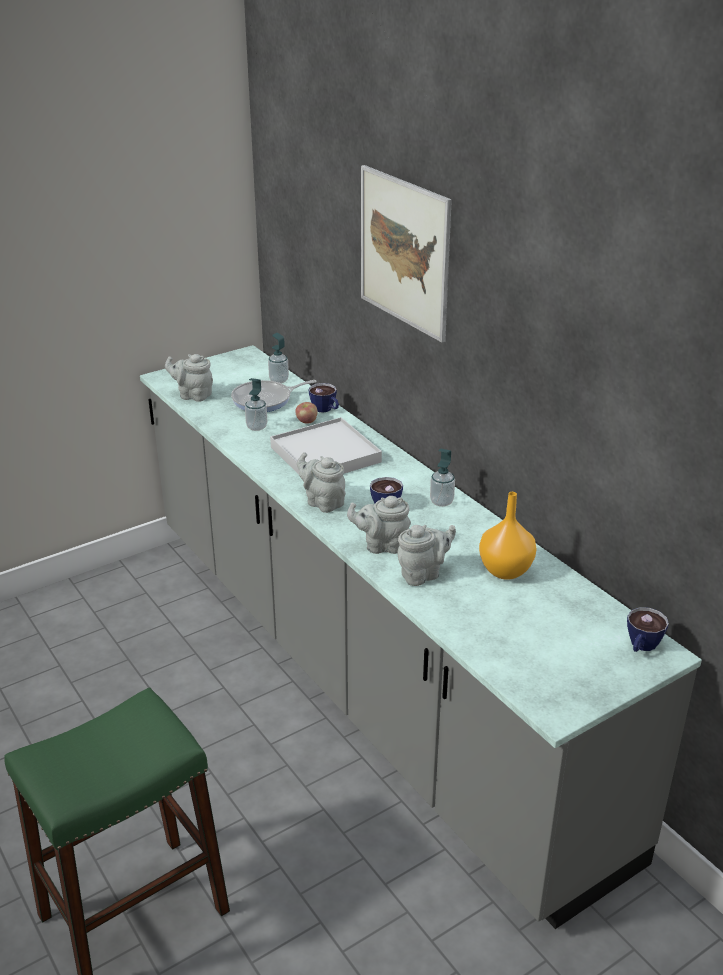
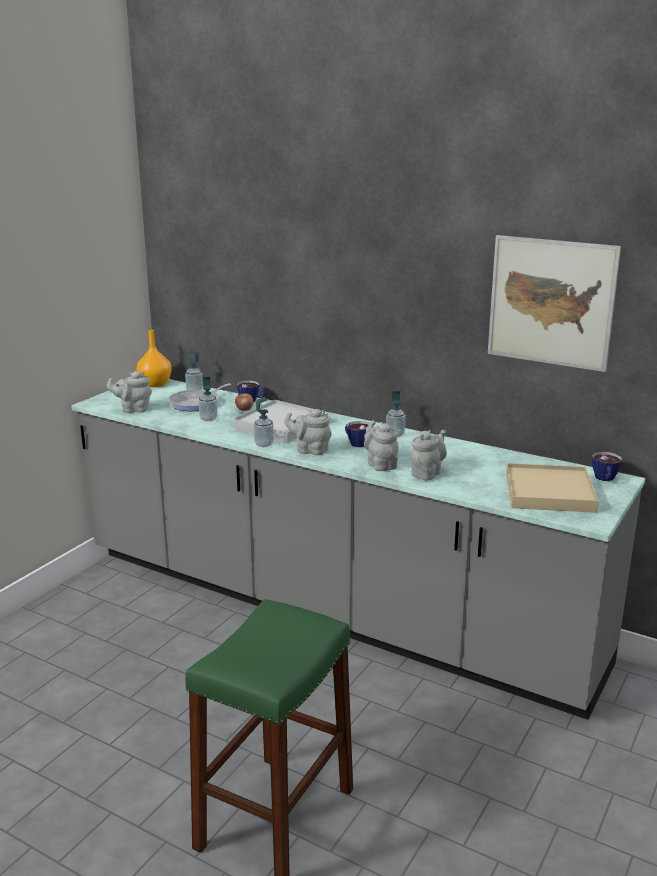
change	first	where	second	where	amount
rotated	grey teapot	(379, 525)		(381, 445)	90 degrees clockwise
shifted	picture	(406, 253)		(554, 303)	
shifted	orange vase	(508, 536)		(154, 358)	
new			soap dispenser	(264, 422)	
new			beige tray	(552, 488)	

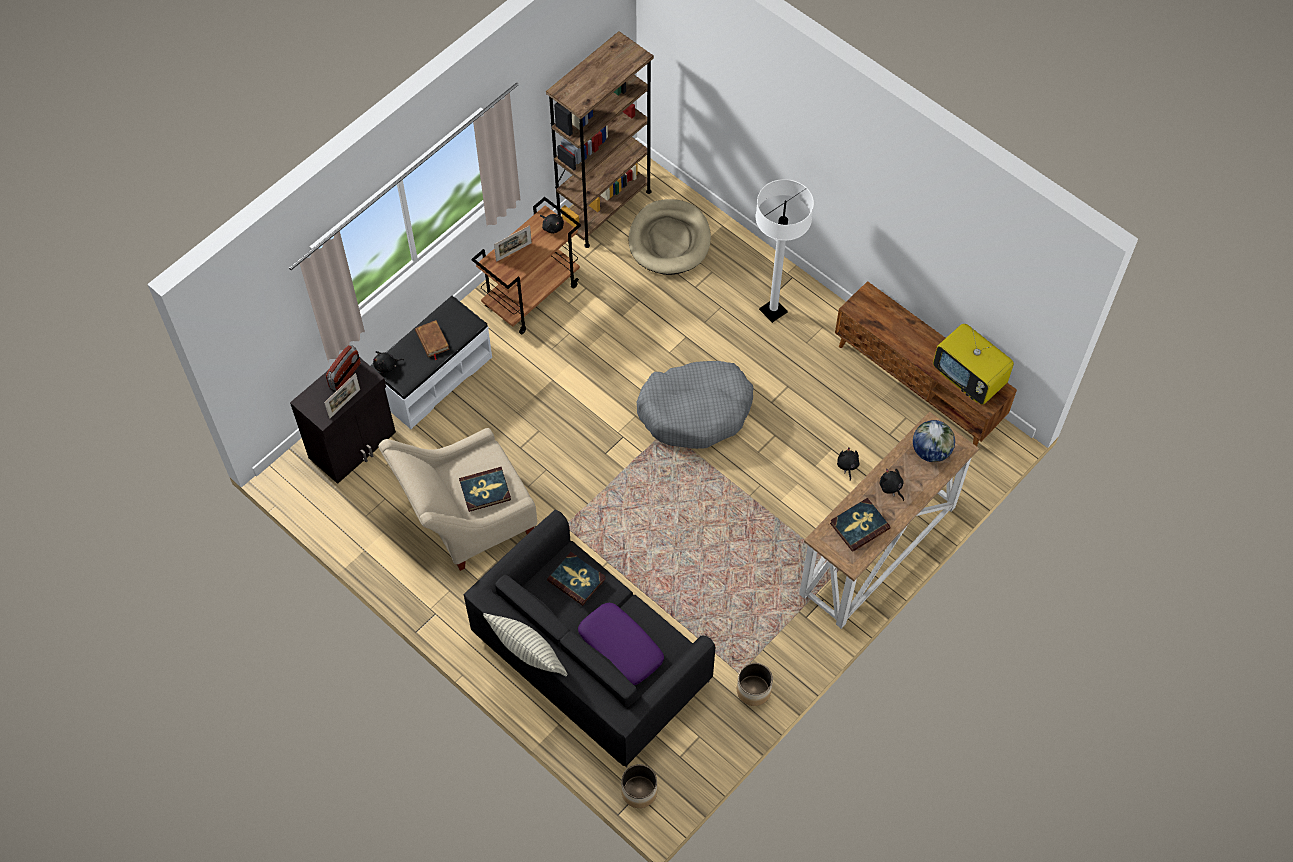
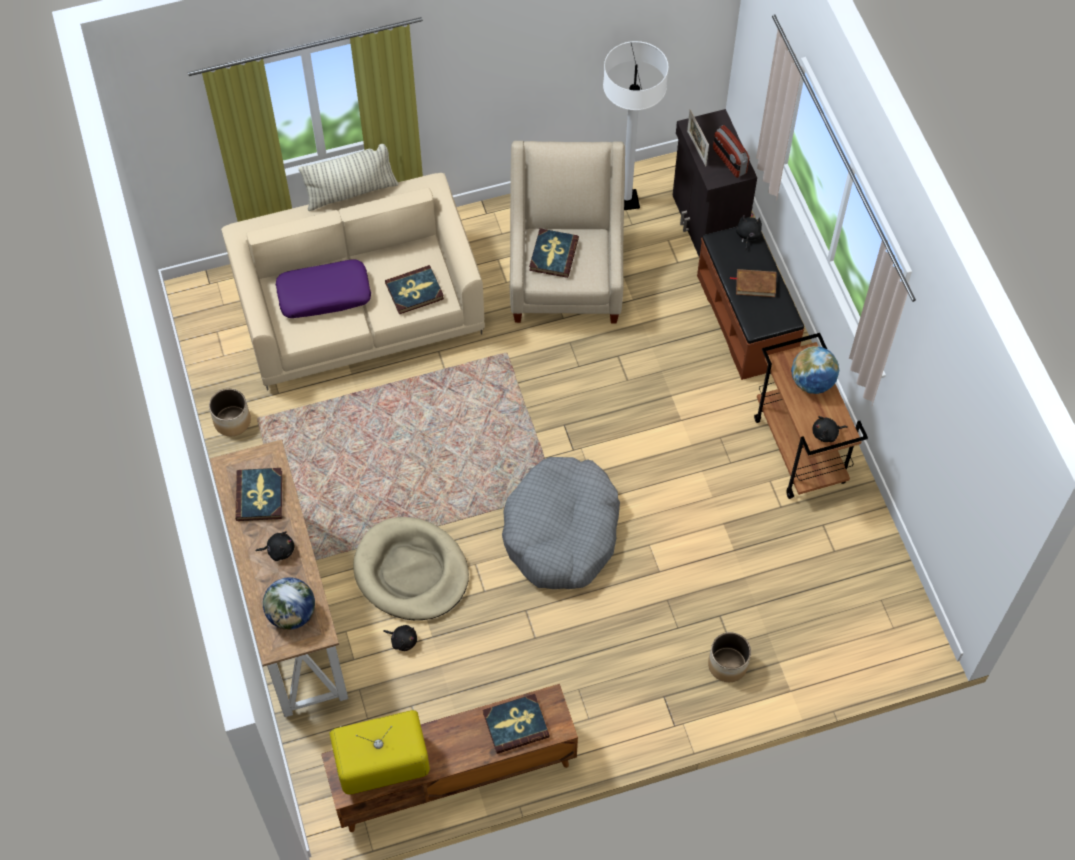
change	first	where	second	where	amount
repainted	white bench	(431, 362)	brown bench	(750, 303)	
repainted	black sofa	(589, 638)	beige sofa	(353, 281)	
swapped	picture frame	(513, 243)	globe	(815, 370)	
gone	brown bookcase	(600, 139)			
shifted	planter	(639, 786)		(729, 657)	
shifted	beige dog bed	(670, 237)		(411, 568)	
shifted	white floor lamp	(785, 251)		(636, 125)	
new			book	(516, 724)	

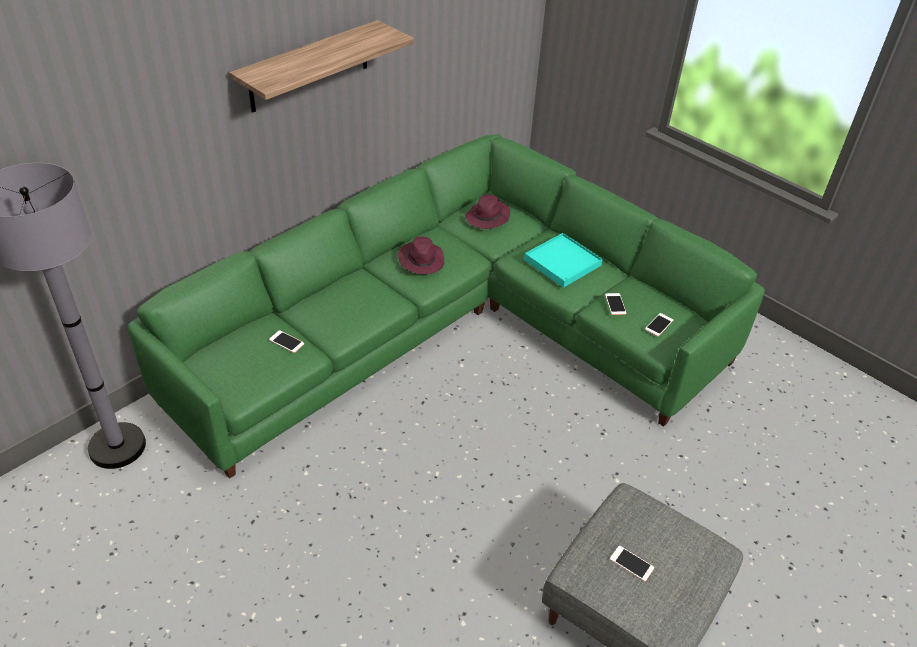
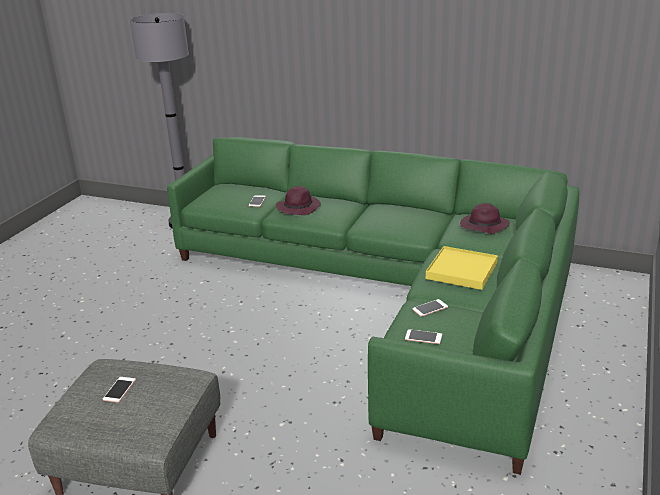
change	first	where	second	where	amount
gone	shelf	(322, 66)			
shifted	purple hat	(421, 255)		(298, 200)	
repainted	turquoise tray	(563, 260)	yellow tray	(462, 268)	

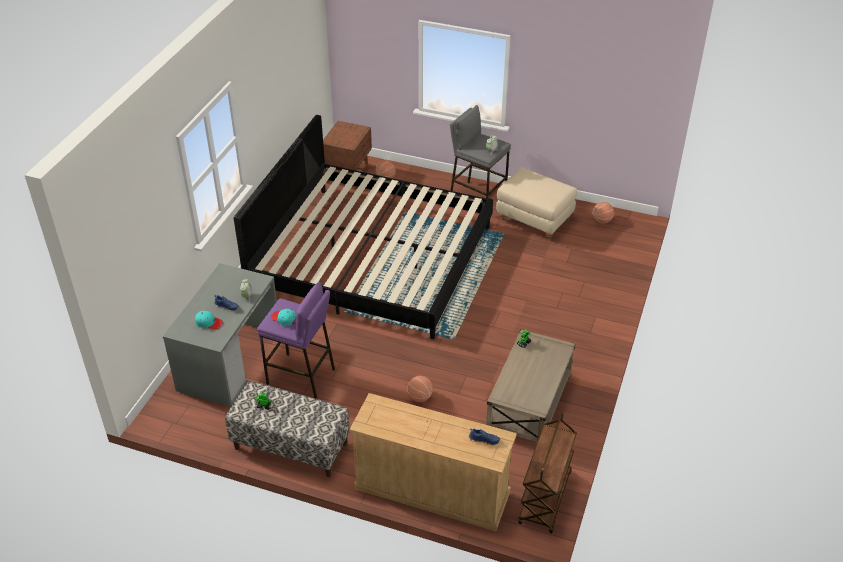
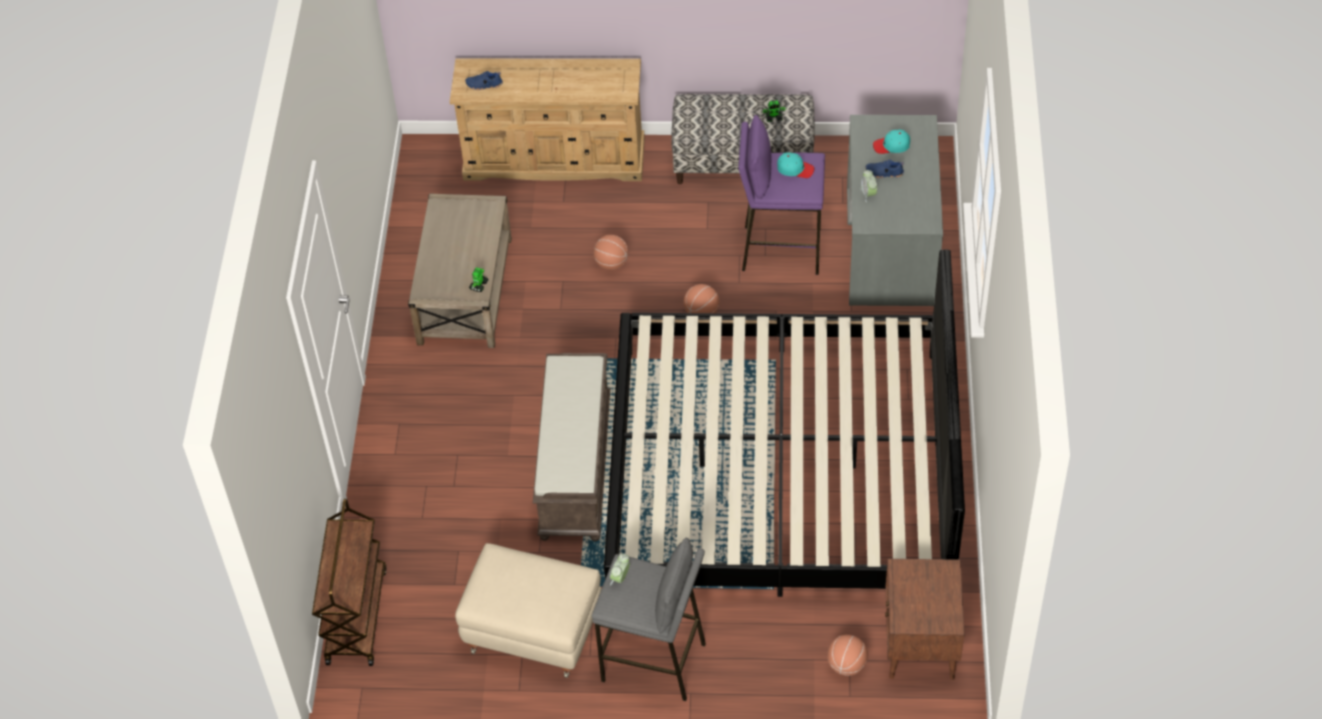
change	first	where	second	where	amount
shifted	brown cart	(547, 472)		(349, 582)	
shifted	basketball	(603, 212)		(701, 298)	
new			brown bench	(571, 447)	

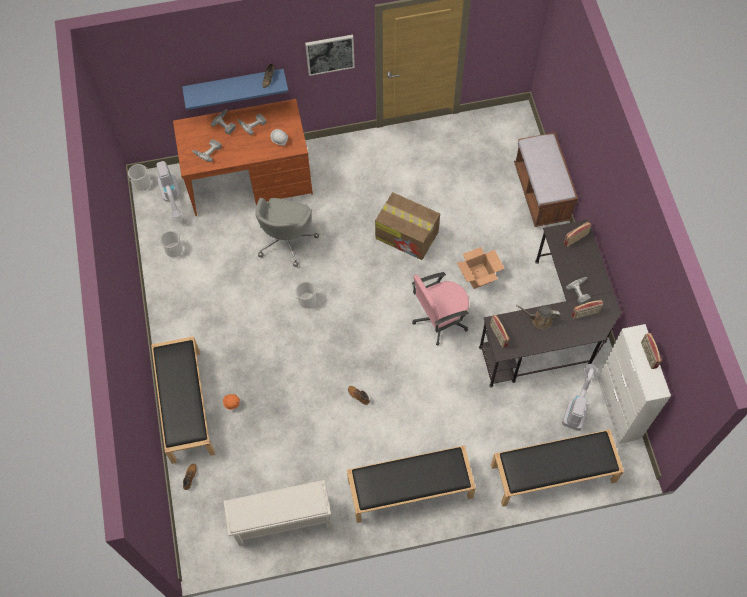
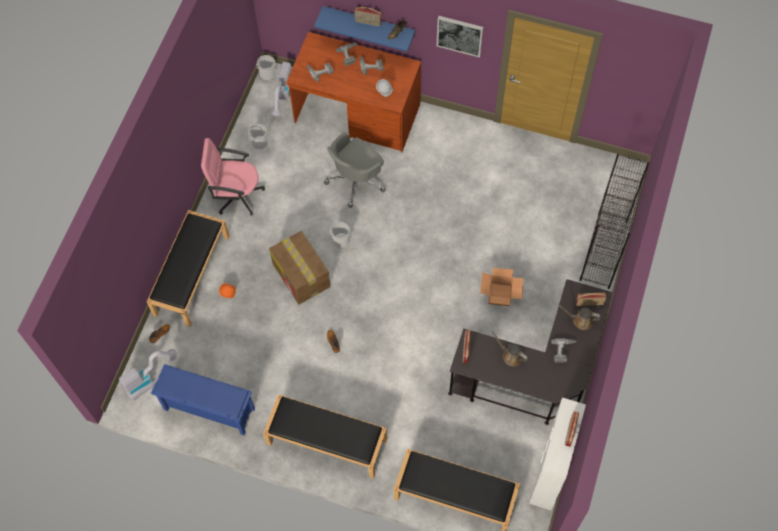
change	first	where	second	where	amount
repainted	white shoe rack	(277, 513)	blue shoe rack	(203, 399)	
shifted	cardboard box	(407, 226)		(299, 268)	
shifted	pink office chair	(440, 308)		(233, 176)	
swapped	brown bench	(546, 179)	black bookcase	(615, 221)	
shifted	vacuum cleaner	(579, 397)		(148, 375)	
shifted	radio	(587, 309)		(368, 17)	
new			brown watering can	(579, 317)	

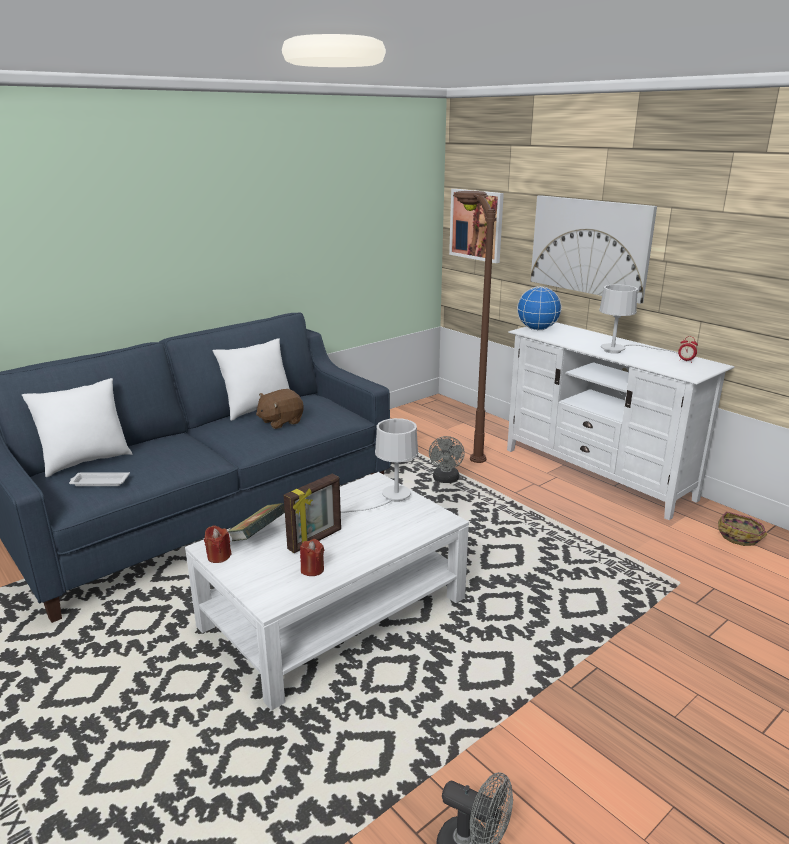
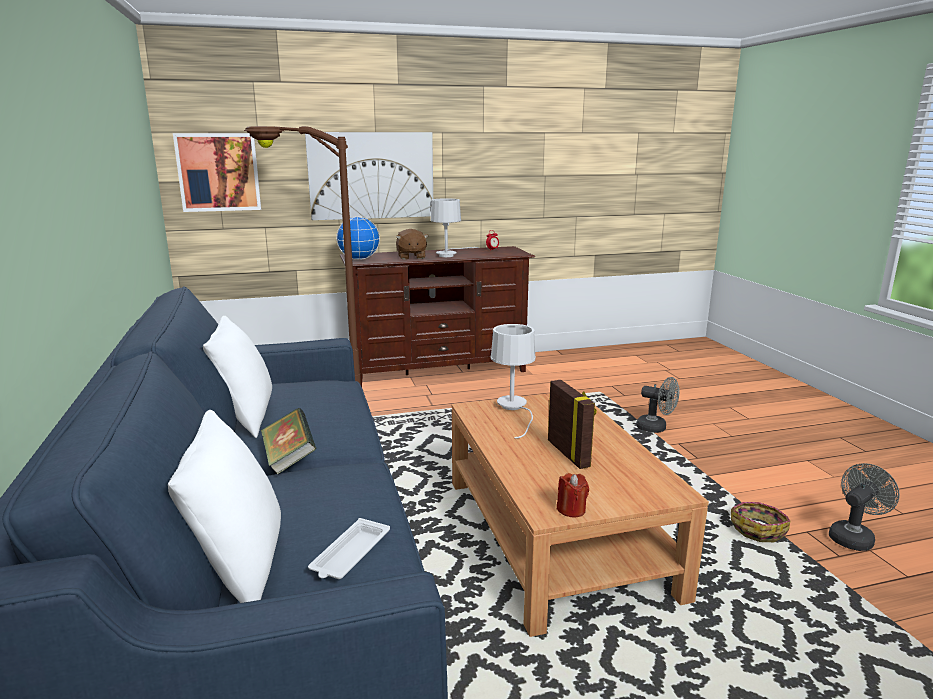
change	first	where	second	where	amount
repainted	white coffee table	(327, 591)	brown coffee table	(580, 513)	
shifted	book	(256, 522)		(289, 441)	
shifted	brown plush toy	(279, 409)		(412, 244)	
gone	red candle	(312, 557)			
shifted	grey fan	(447, 459)		(657, 405)	
repainted	white tv stand	(621, 421)	brown tv stand	(437, 316)	
shifted	basket	(742, 529)		(760, 522)	

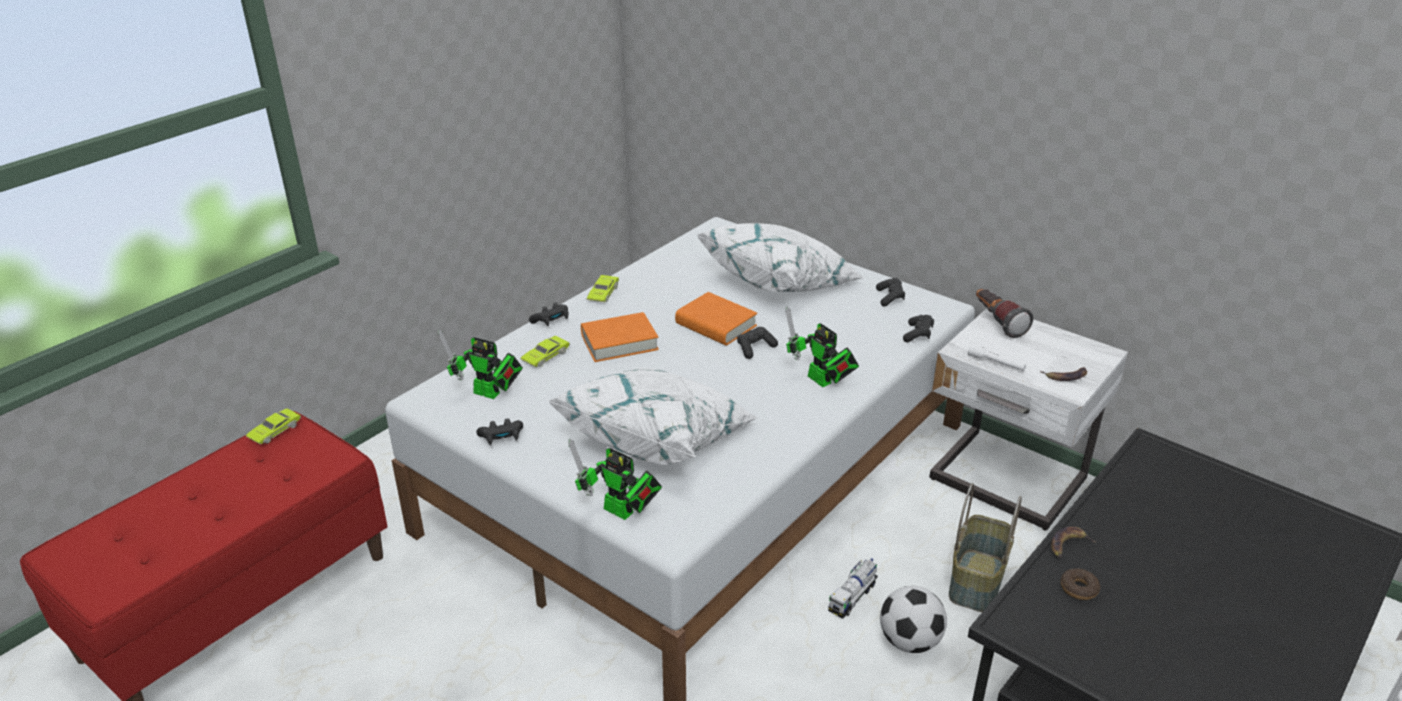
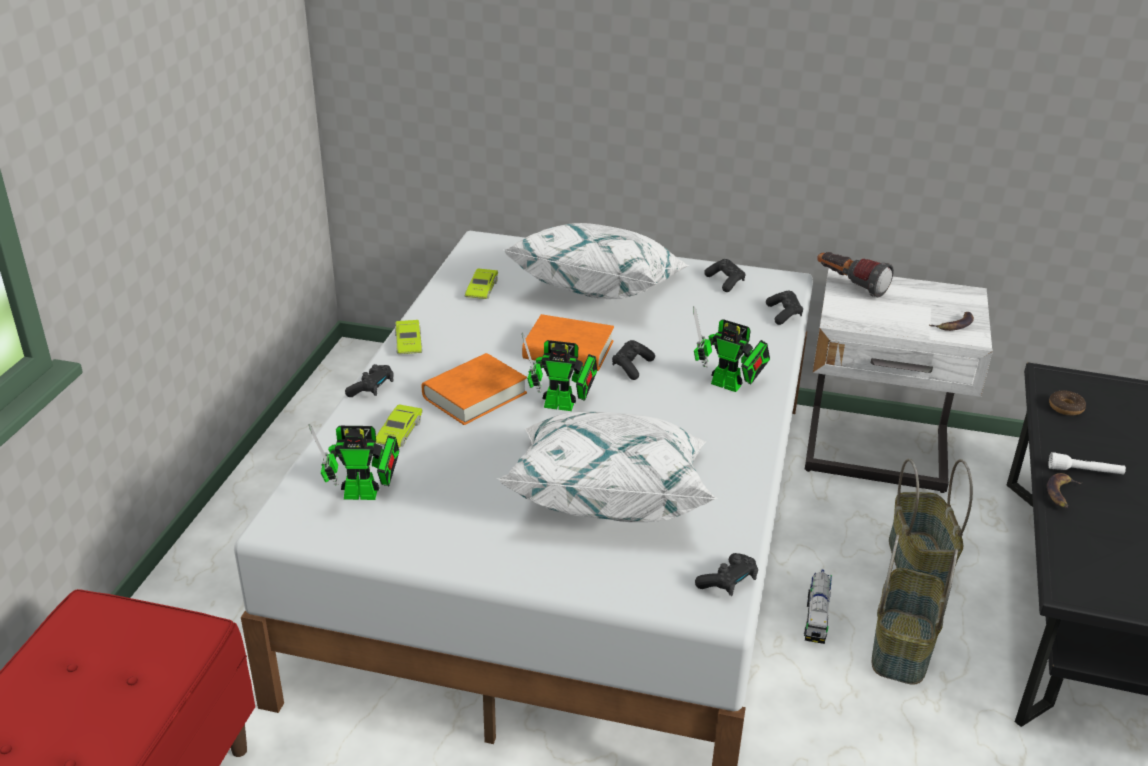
change	first	where	second	where	amount
shifted	green toy car	(273, 426)		(481, 284)	
shifted	black game controller	(499, 431)		(726, 574)	
shifted	toy robot	(615, 479)		(559, 372)	
swapped	football	(913, 619)	basket	(915, 610)	
shifted	white flashlight	(997, 357)		(1087, 463)	
shifted	donut	(1080, 584)		(1067, 403)	

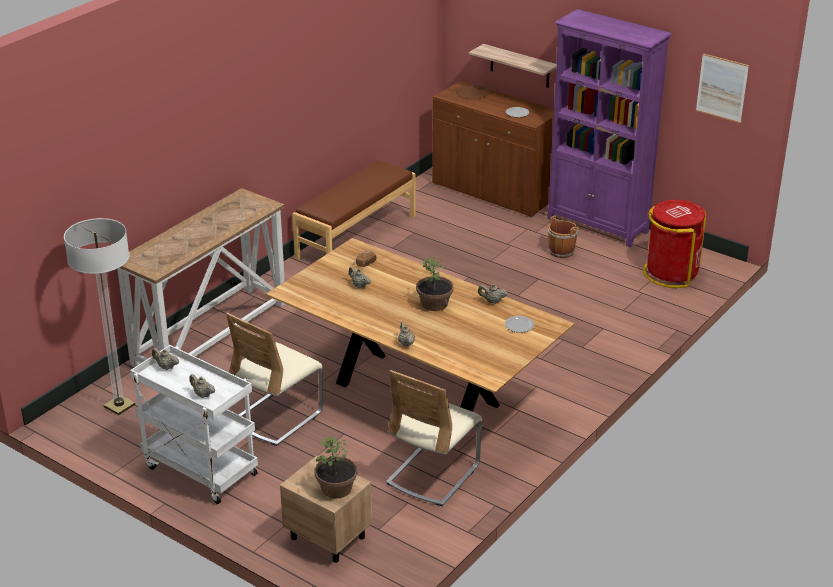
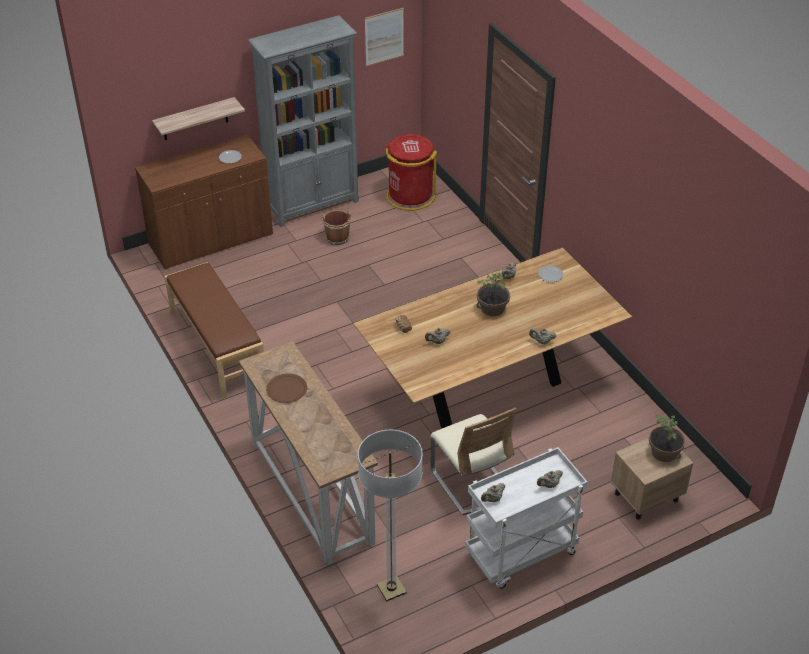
change	first	where	second	where	amount
gone	beige chair	(434, 438)			
shifted	brown plate	(472, 92)		(286, 388)	
repainted	purple bookcase	(609, 128)	grey bookcase	(303, 121)	

